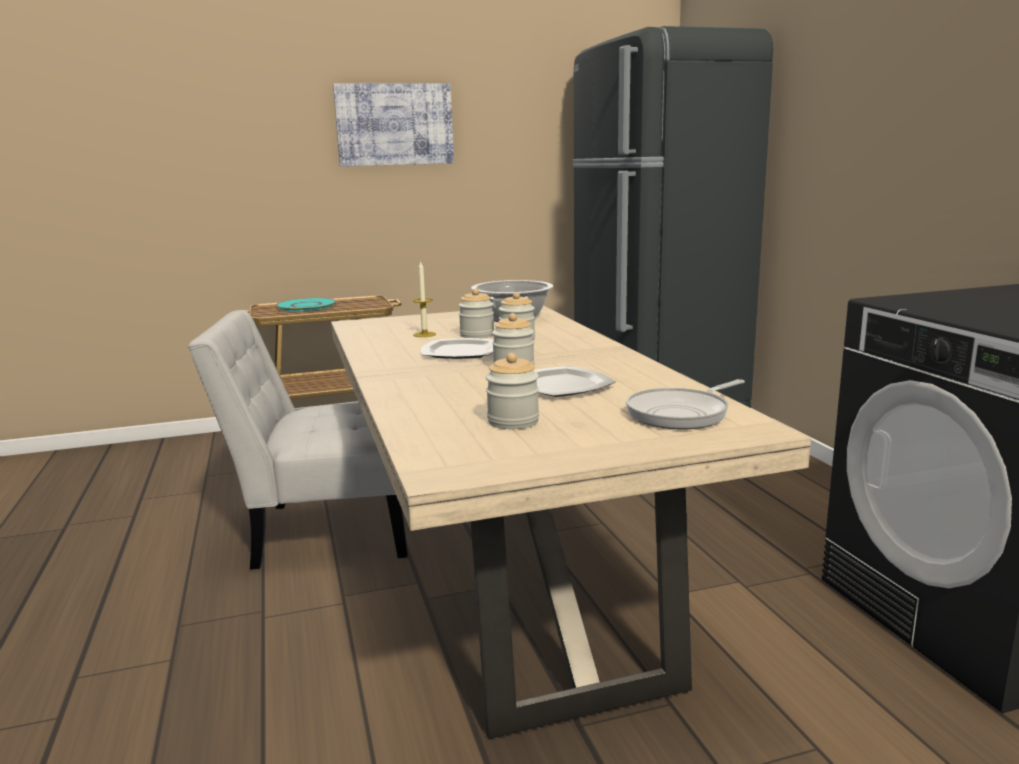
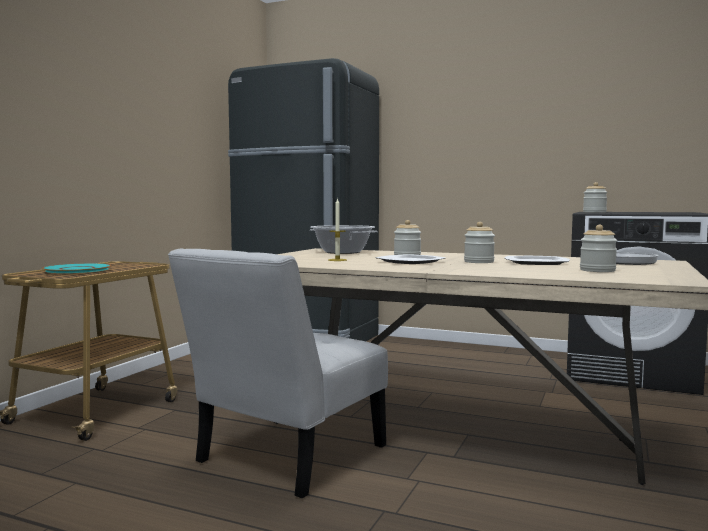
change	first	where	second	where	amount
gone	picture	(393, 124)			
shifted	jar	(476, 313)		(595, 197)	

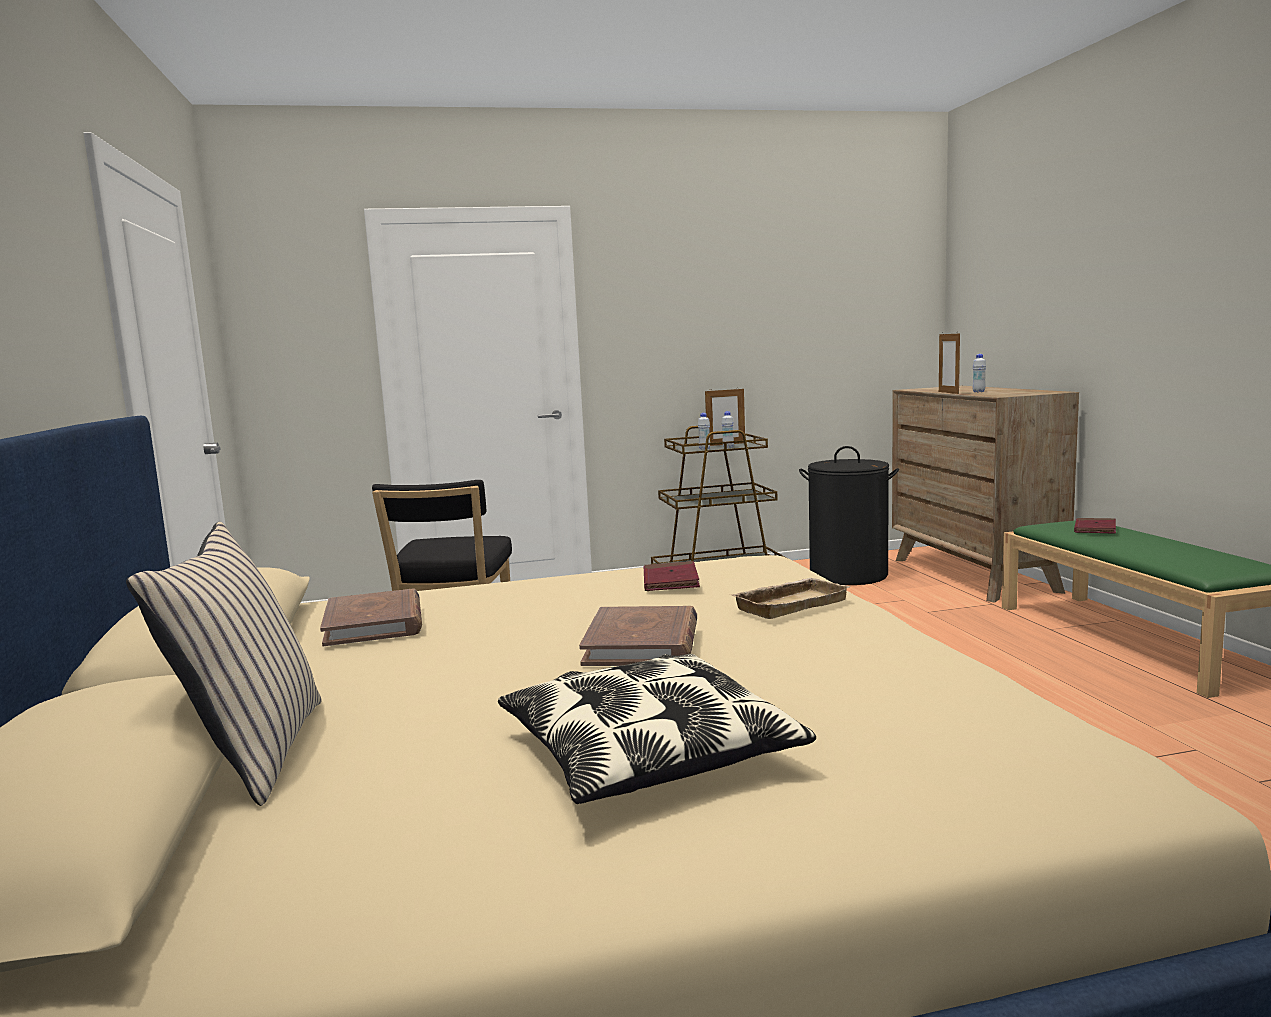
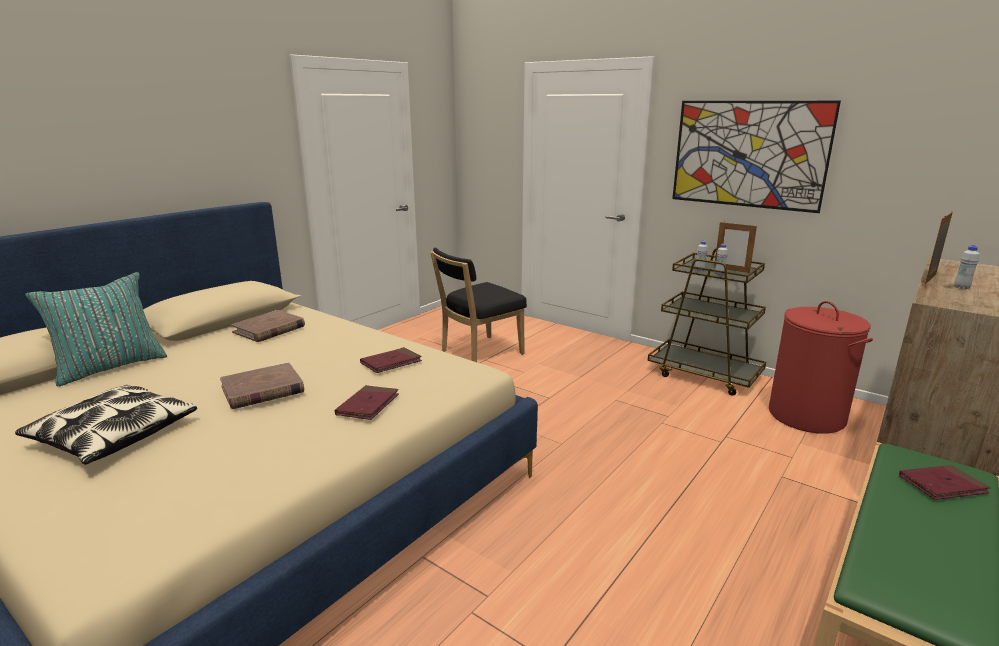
change	first	where	second	where	amount
repainted	beige pillow	(224, 664)	turquoise pillow	(96, 329)	
swapped	beige tray	(789, 598)	red book	(367, 402)	
repainted	black laundry basket	(849, 515)	red laundry basket	(821, 367)	
new			picture	(756, 157)	

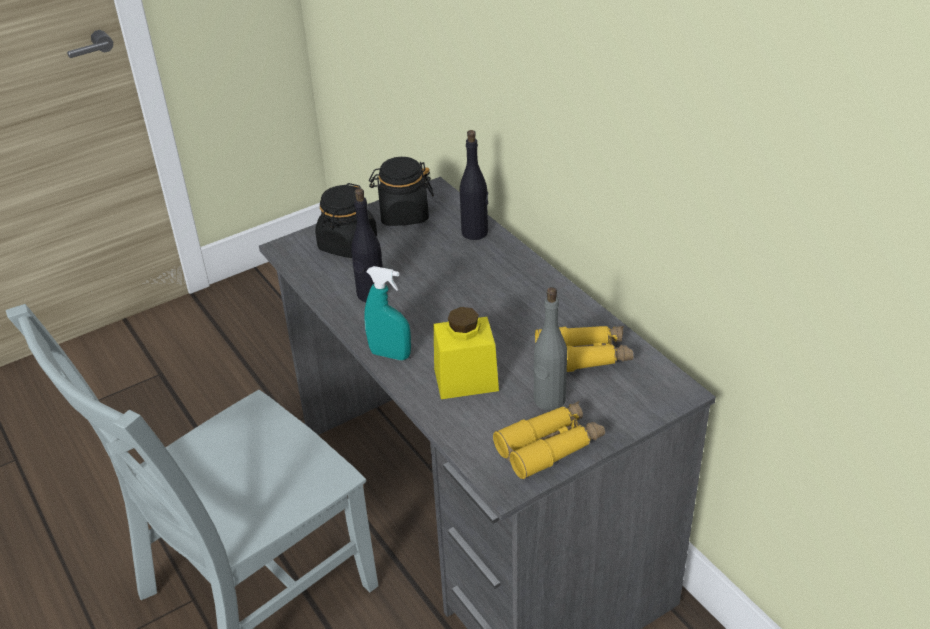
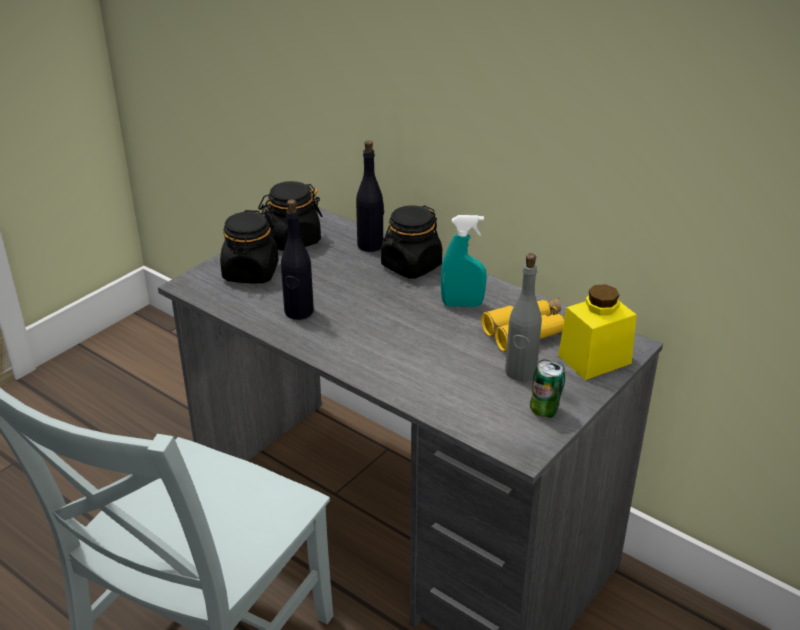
change	first	where	second	where	amount
shifted	turquoise spray bottle	(387, 313)		(464, 261)	
shifted	yellow jar	(466, 353)		(597, 332)	
swapped	yellow binoculars	(549, 440)	can	(547, 389)	
new			black jar	(411, 242)	

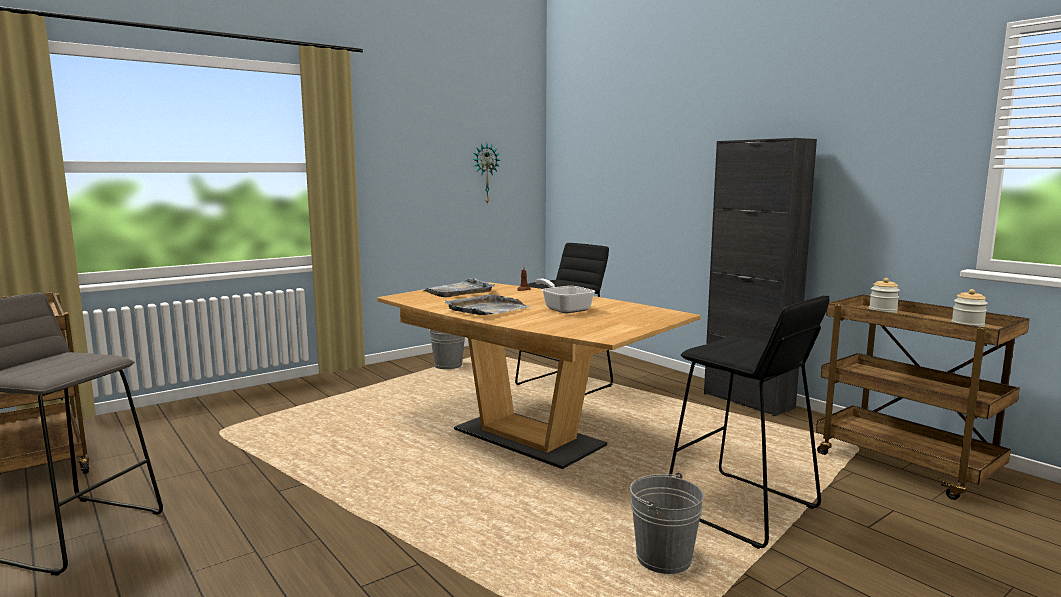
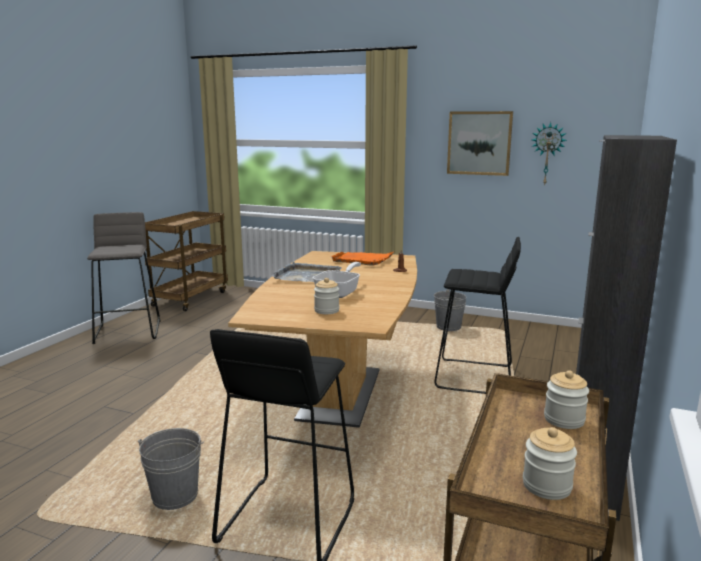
change	first	where	second	where	amount
repainted	grey tray	(458, 287)	orange tray	(362, 259)	
new			jar	(326, 296)	
new			picture	(480, 143)	

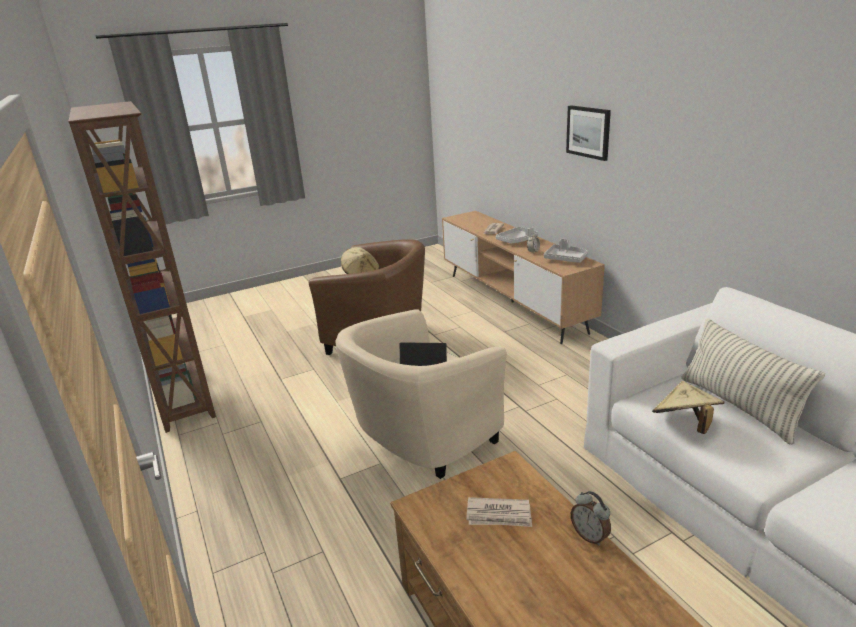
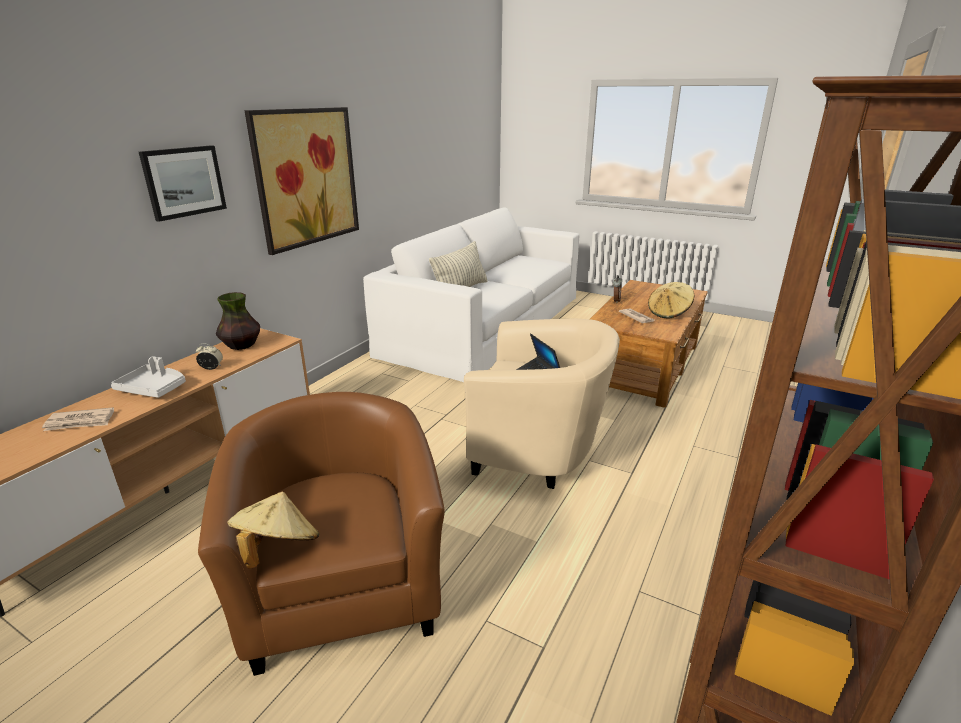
change	first	where	second	where	amount
swapped	grey tray	(566, 251)	vase	(238, 321)	
shifted	beige hat	(688, 407)		(671, 300)	
new			picture	(302, 181)	

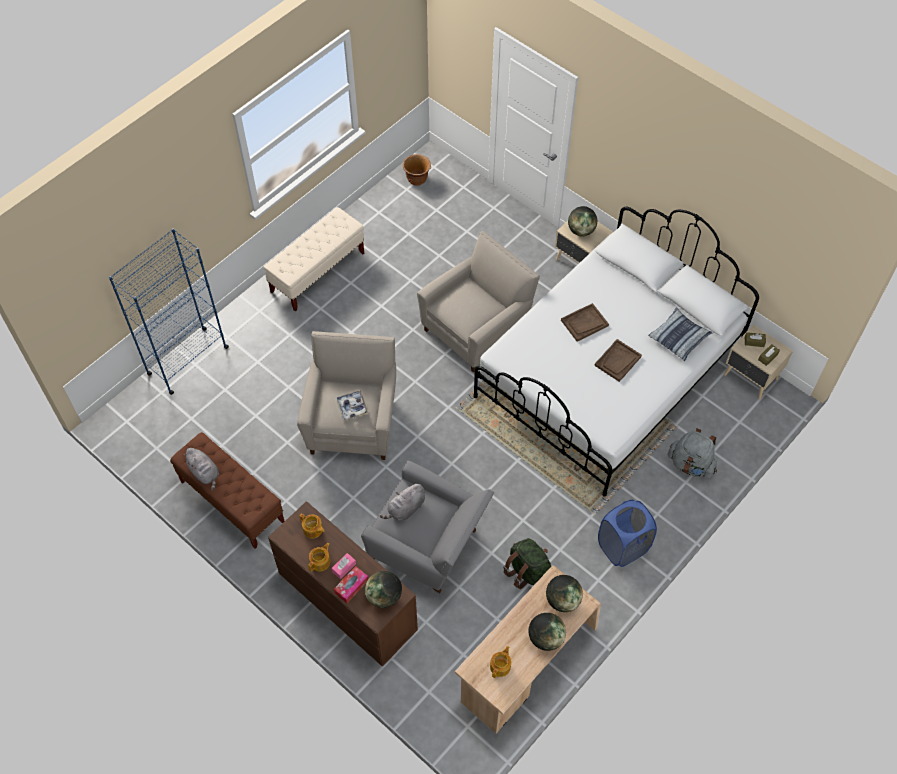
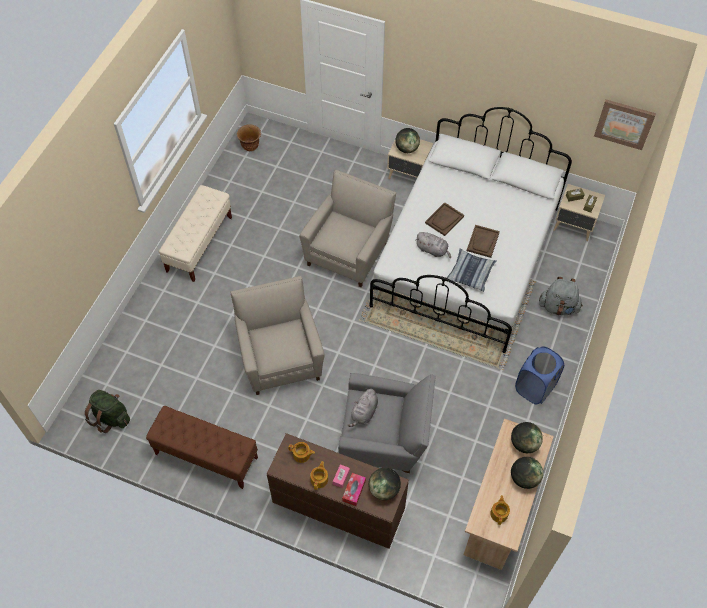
change	first	where	second	where	amount
gone	blue bookcase	(169, 311)			
shifted	grey plush toy	(200, 469)		(433, 245)	
gone	tray	(351, 405)			
shifted	green backpack	(527, 563)		(107, 411)	
shifted	pillow	(680, 334)		(471, 270)	
new			picture	(625, 124)	

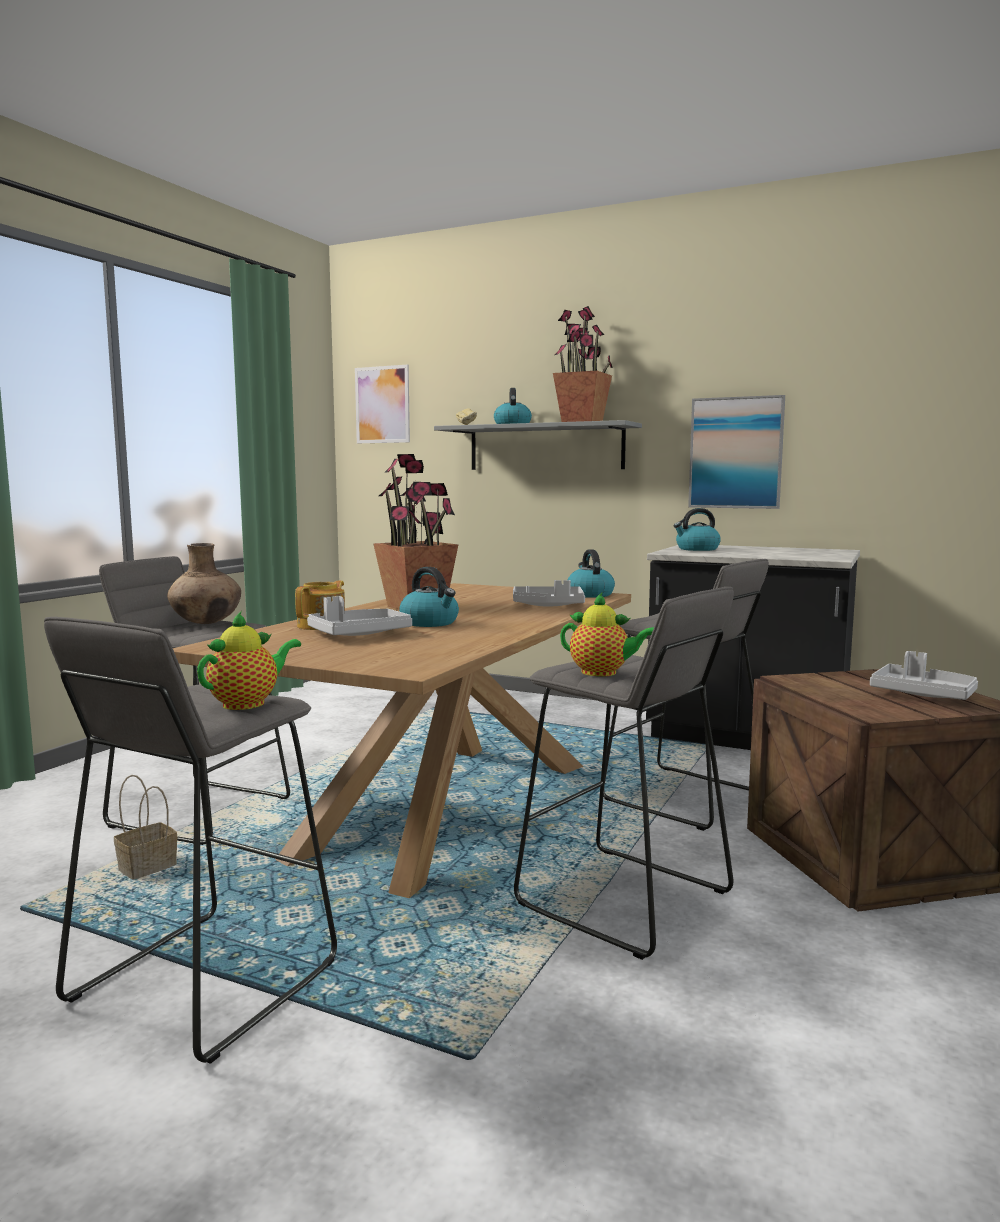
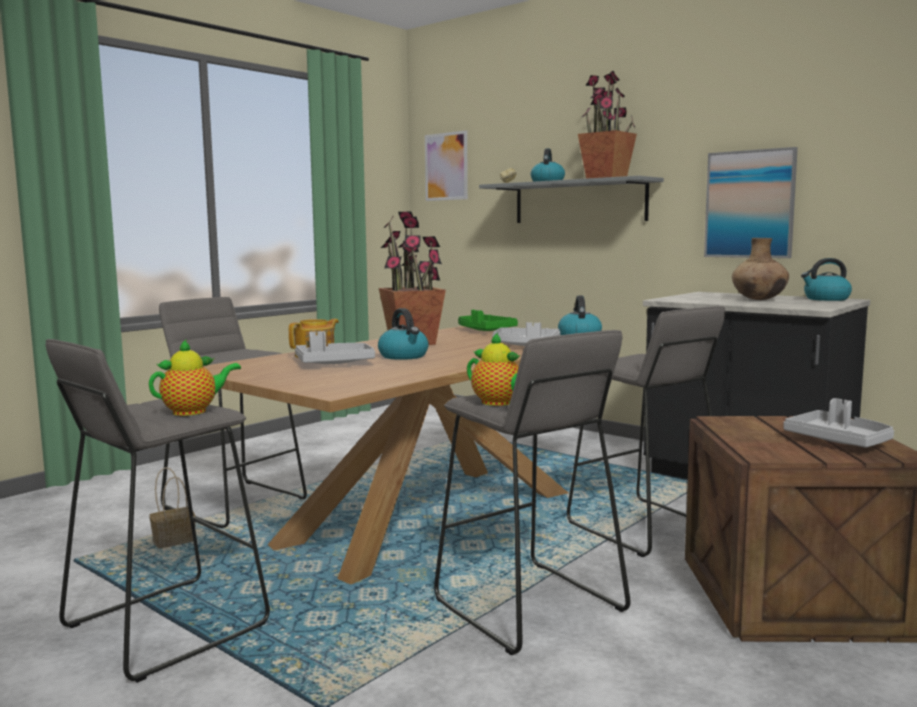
change	first	where	second	where	amount
shifted	brown vase	(204, 583)		(760, 269)	
shifted	kettle	(697, 529)		(826, 279)	
new			green tray	(488, 320)	

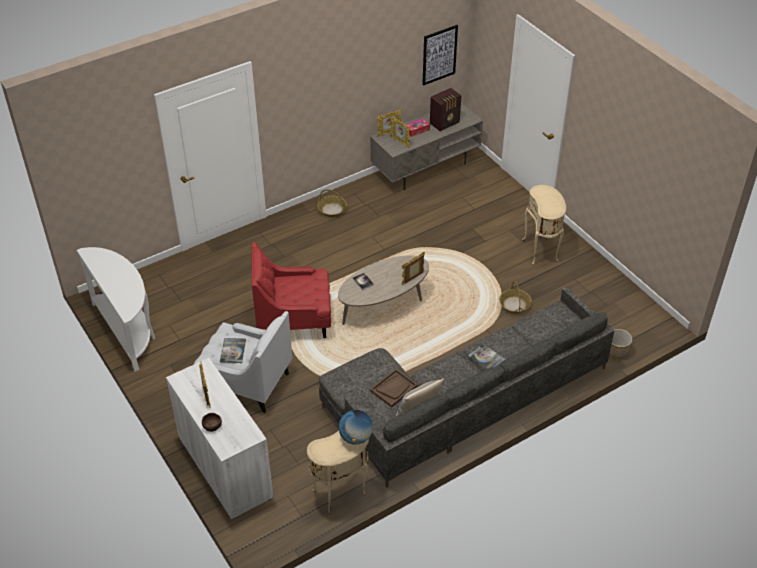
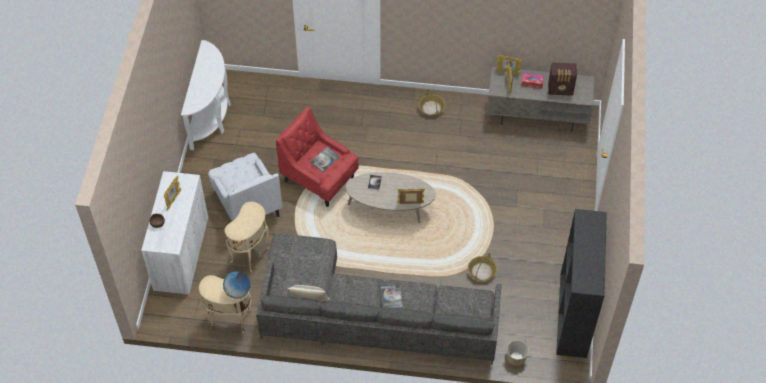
change	first	where	second	where	amount
shifted	book	(233, 350)		(325, 159)	
gone	brown tray	(394, 388)			
gone	picture	(440, 55)			
shifted	beige side table	(544, 225)		(247, 237)	
new			black bookcase	(581, 283)	

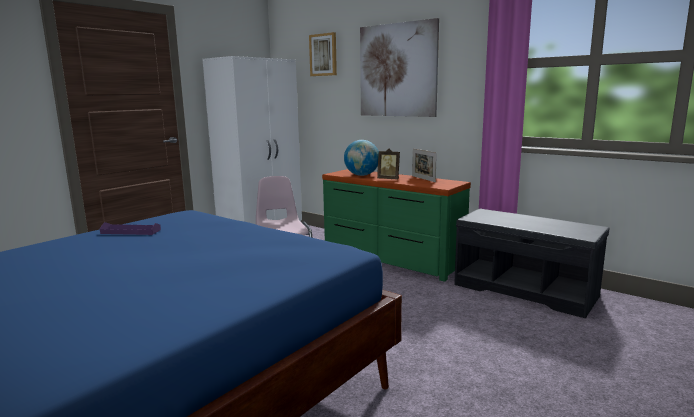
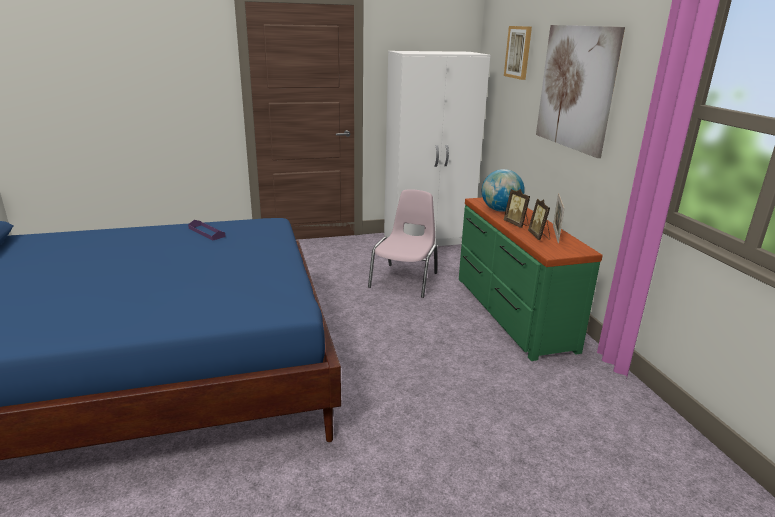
change	first	where	second	where	amount
gone	grey bench	(531, 263)			
new			picture frame	(539, 219)	

